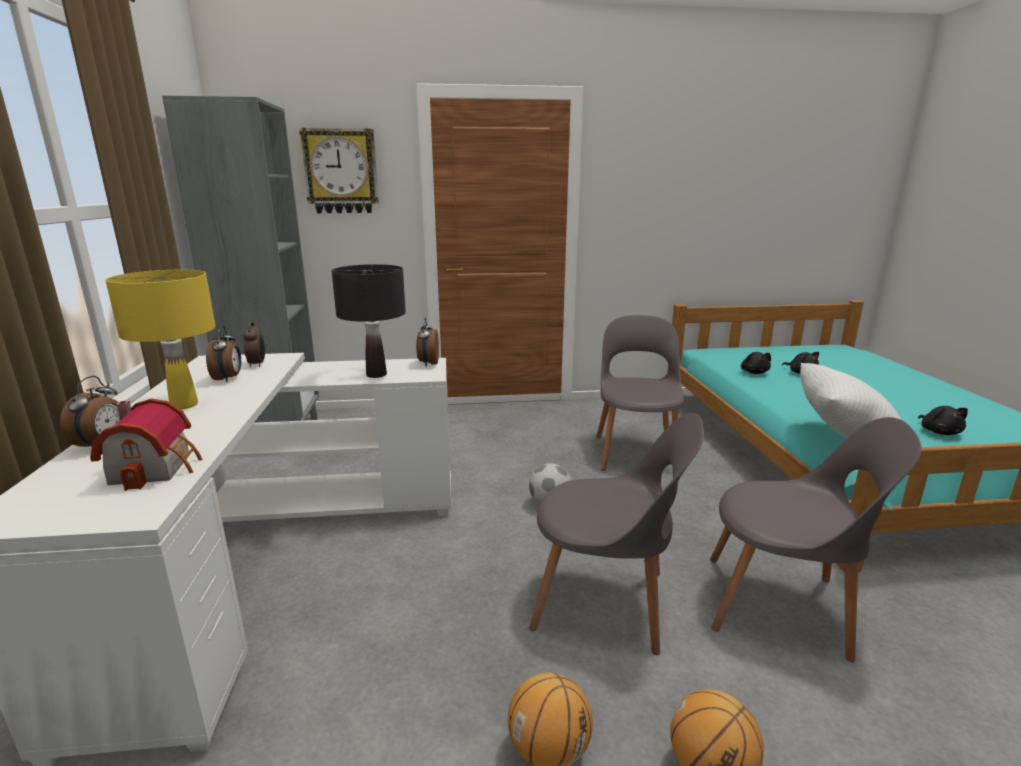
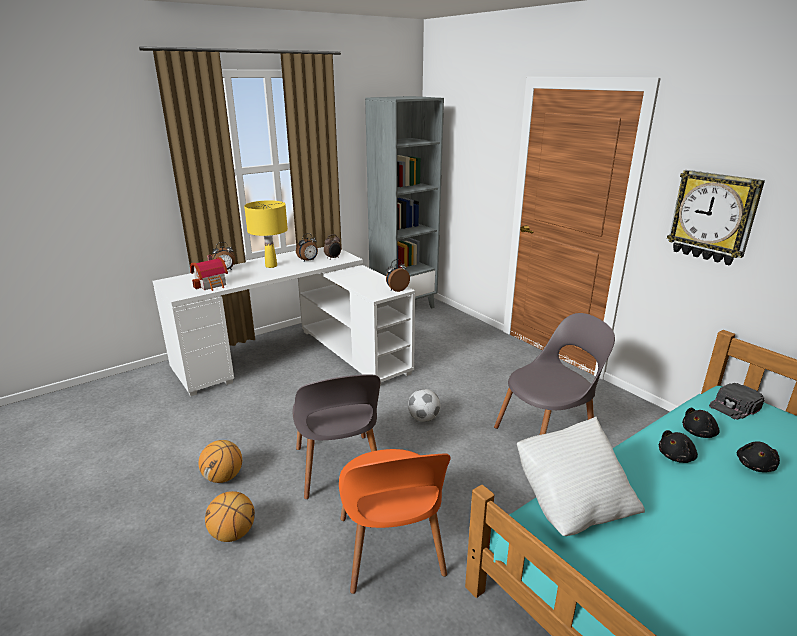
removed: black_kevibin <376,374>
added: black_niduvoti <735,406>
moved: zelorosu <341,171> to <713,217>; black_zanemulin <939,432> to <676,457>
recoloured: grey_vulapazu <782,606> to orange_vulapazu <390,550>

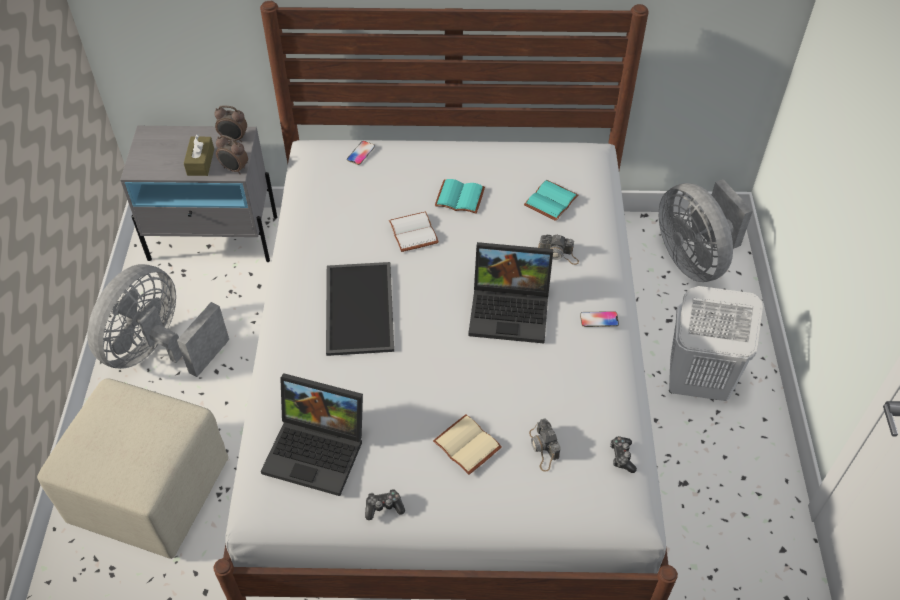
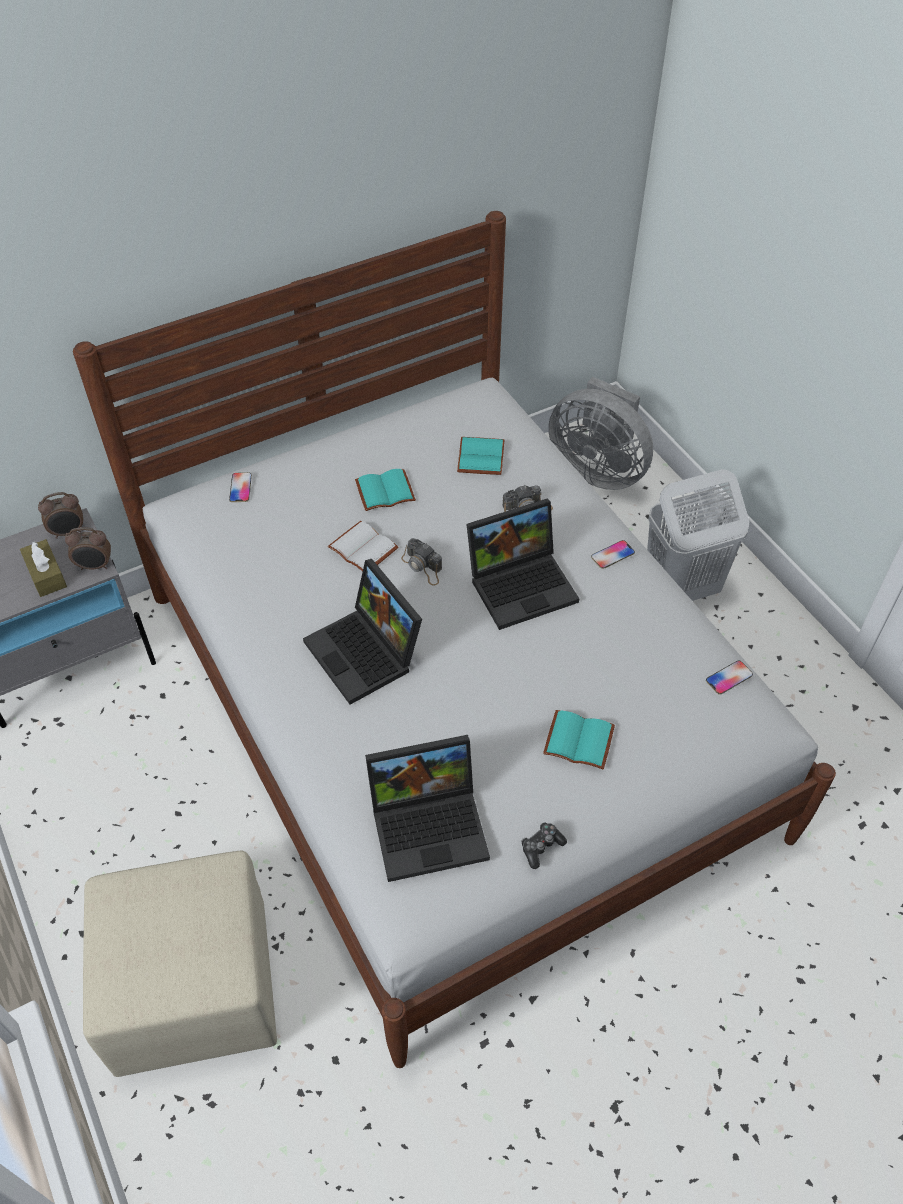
removed: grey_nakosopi <160,351>
moved: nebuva <543,448> to <423,567>
replaced: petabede <361,309> to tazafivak <367,653>; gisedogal <622,456> to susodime <729,678>
recoloured: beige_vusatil <469,445> to turquoise_vusatil <580,739>

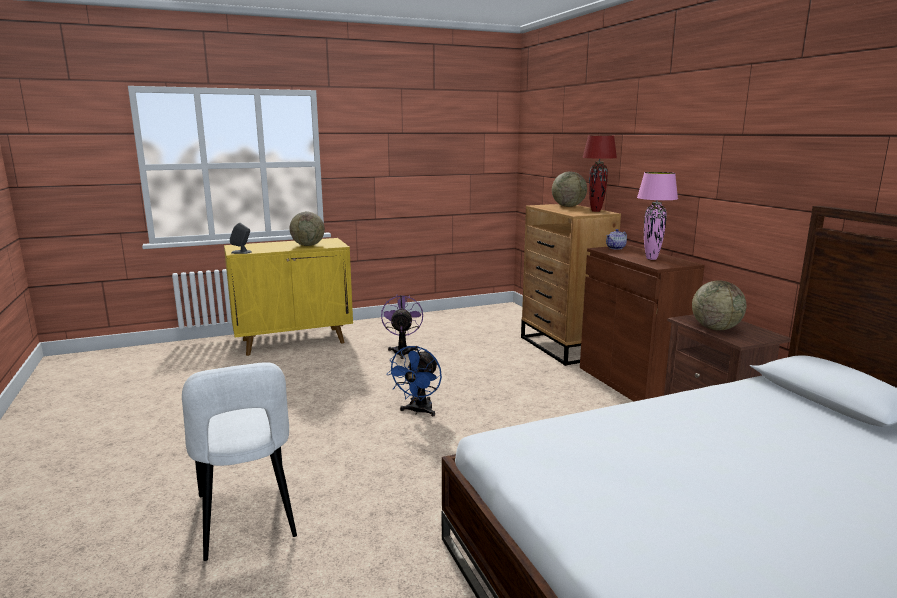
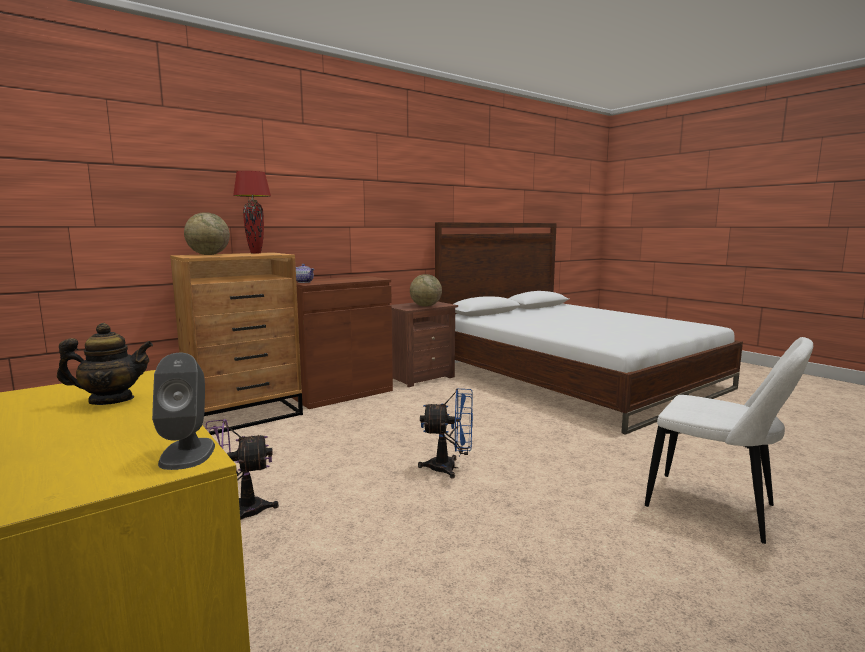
removed: pink_kevibin <651,259>
replaced: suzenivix <308,245> to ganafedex <111,400>
turned: white_vulapazu <247,520> = <716,508> 75 degrees clockwise

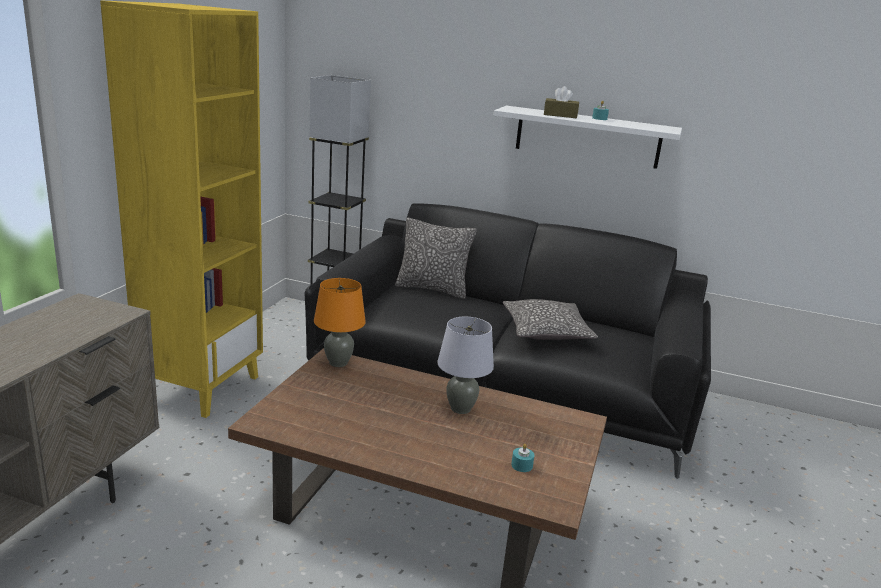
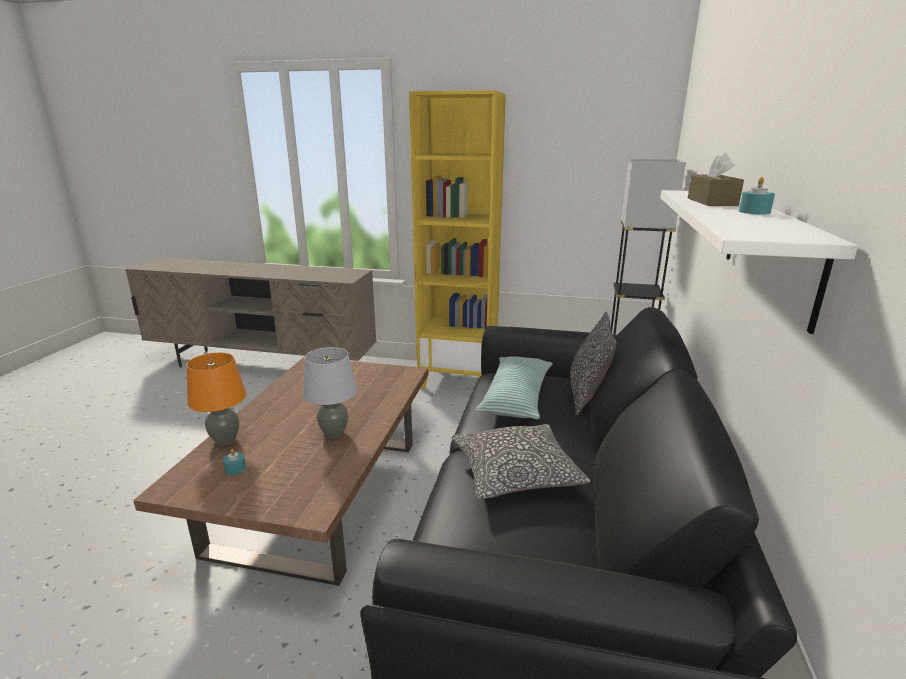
added: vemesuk <516,397>
moved: orange_kevibin <338,362> to <225,440>

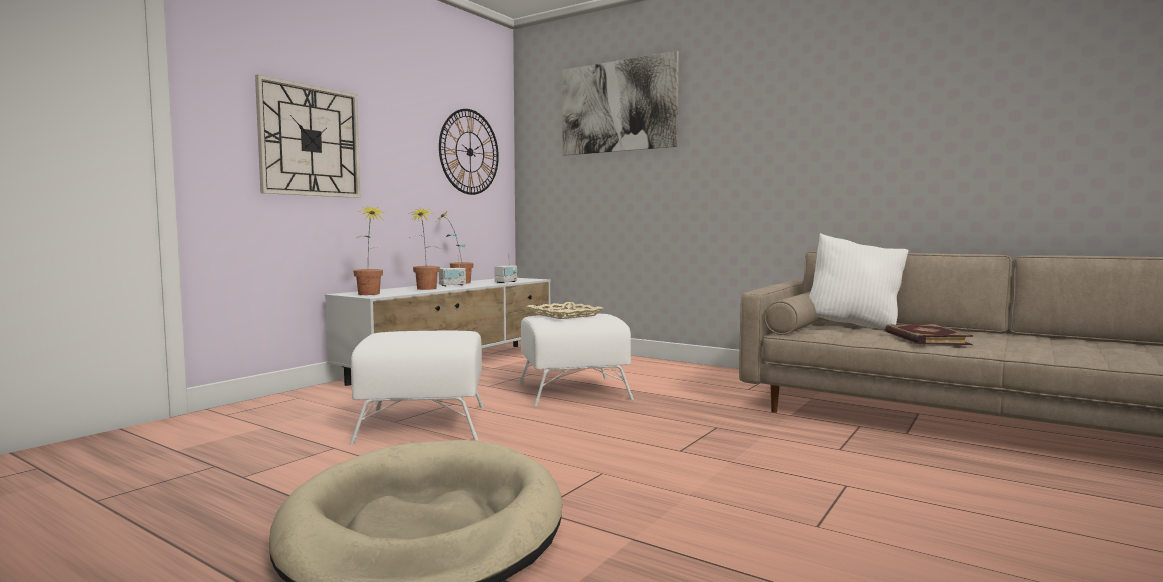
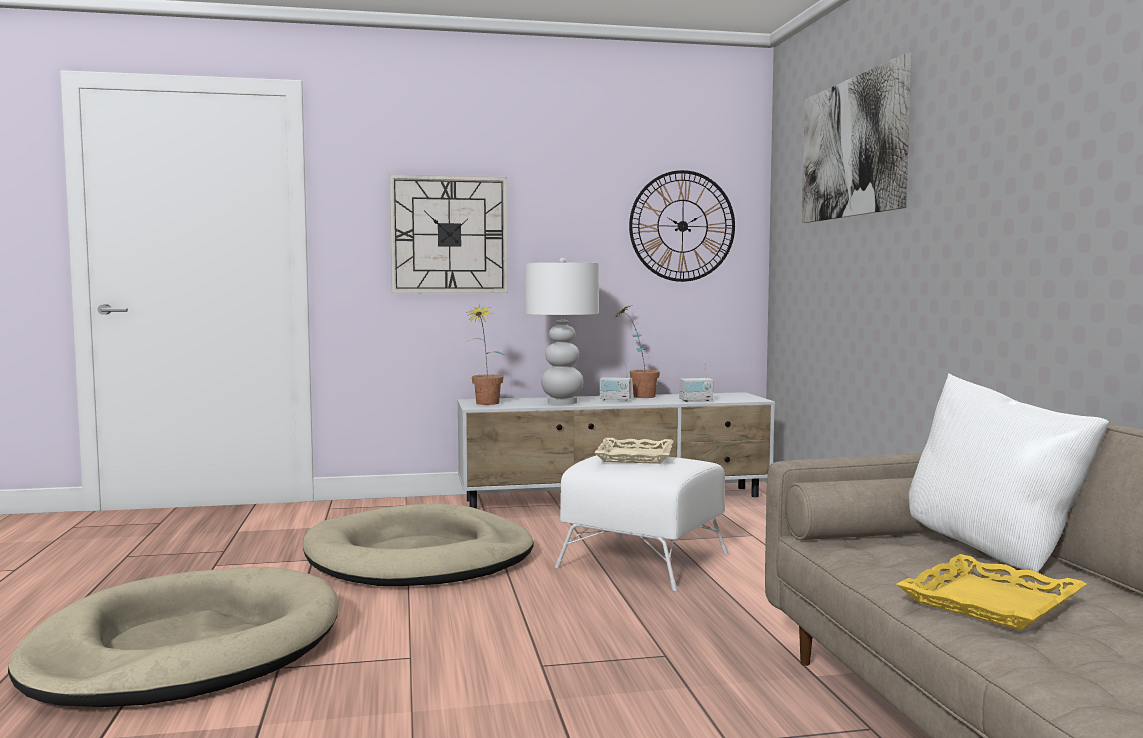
replaced: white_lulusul <424,424> to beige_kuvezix <420,557>; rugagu <425,289> to white_kevibin <562,402>; vusatil <925,338> to yellow_petabede <989,602>

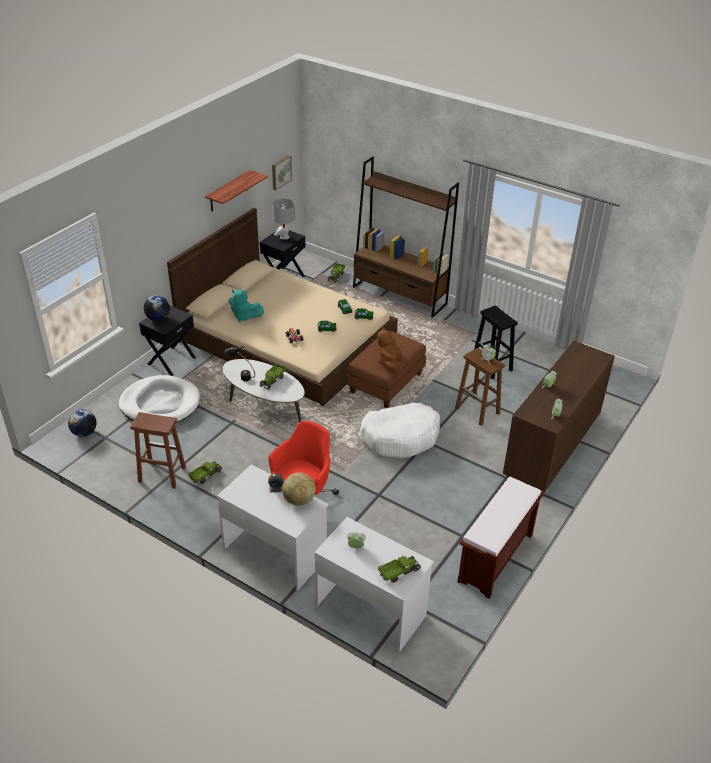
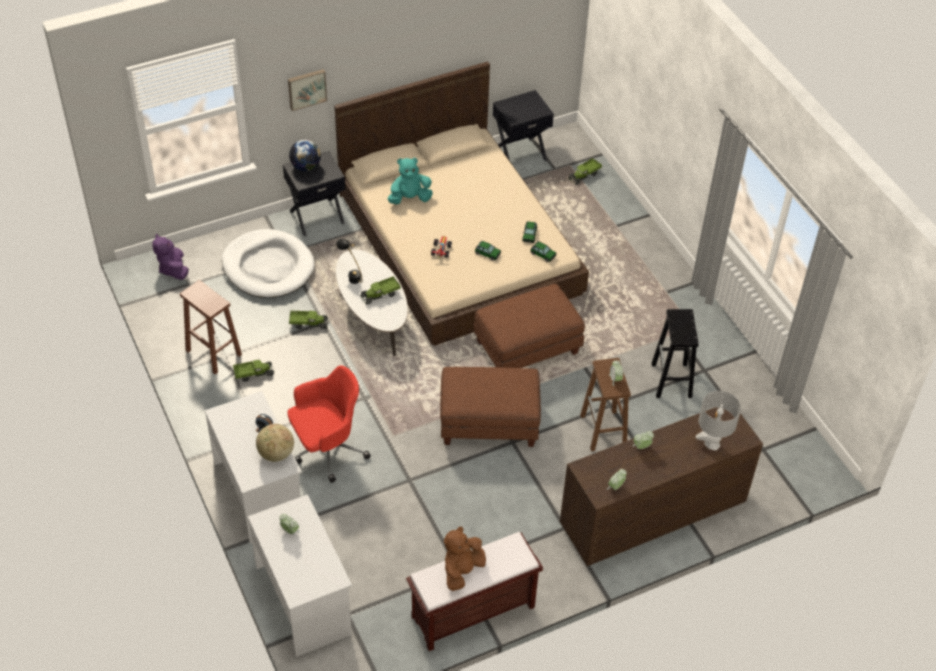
removed: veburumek <228,191>; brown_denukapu <399,296>
moved: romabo <280,172> to <306,88>; grey_kevibin <284,237> to <712,444>; brown_zanemulin <389,362> to <462,570>; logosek <399,572> to <308,324>
replaced: suzenivix <84,433> to purple_zanemulin <173,269>; white_kuvezix <400,437> to brown_lulusul <488,423>
turned: turquoise_zanemulin <244,316> = <409,198> 105 degrees clockwise

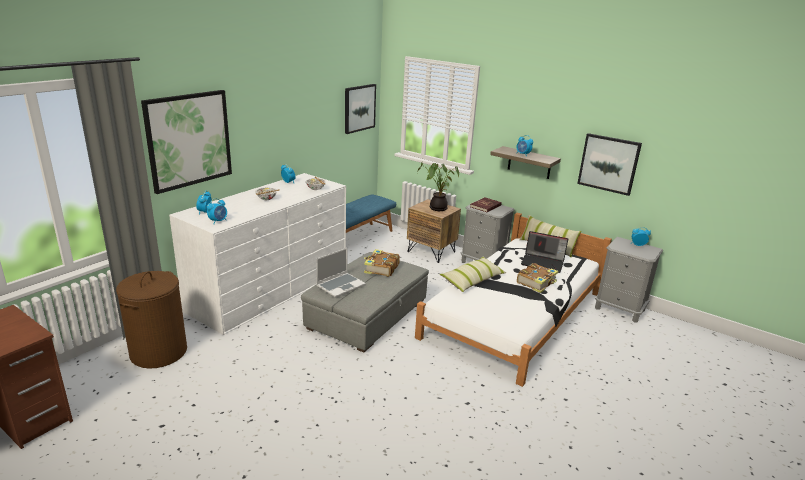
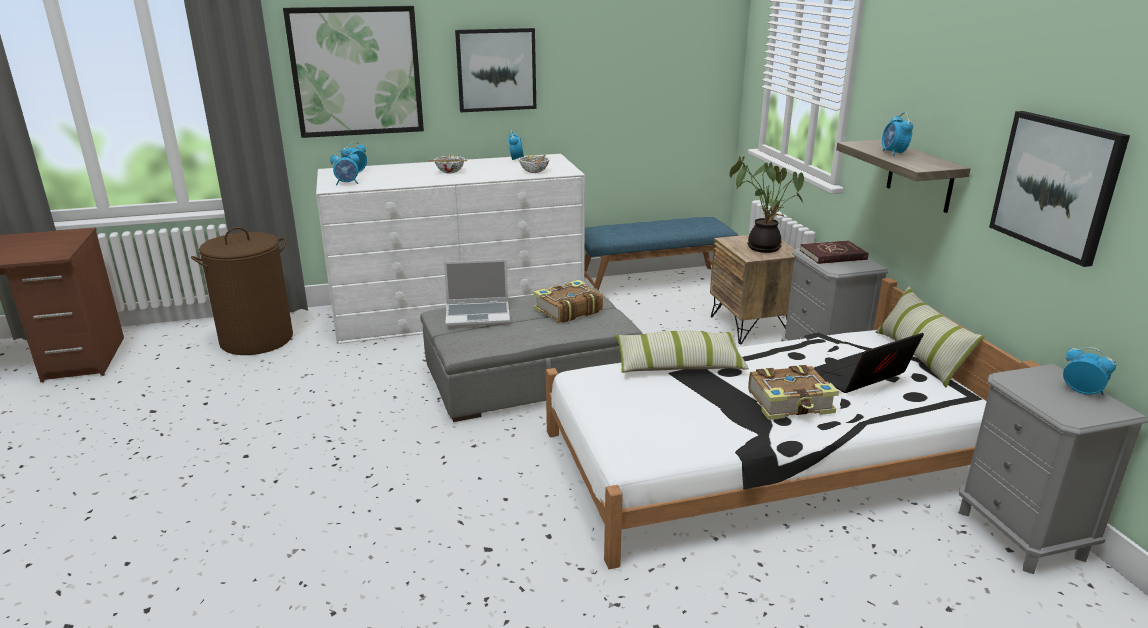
moved: romabo <359,108> to <496,70>
turned: tazafivak <543,262> = <859,377> 90 degrees clockwise

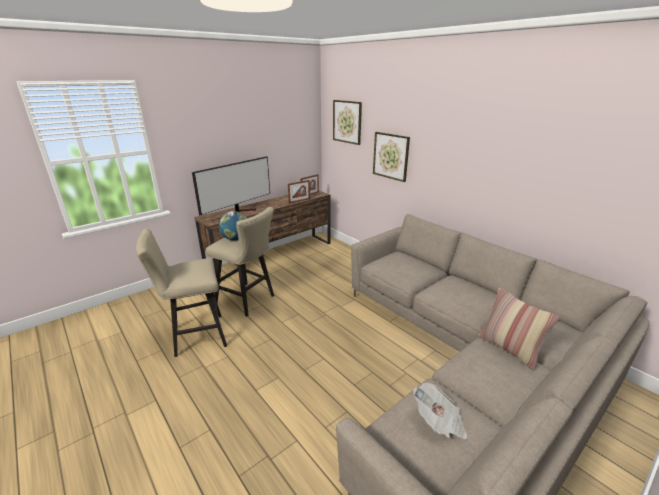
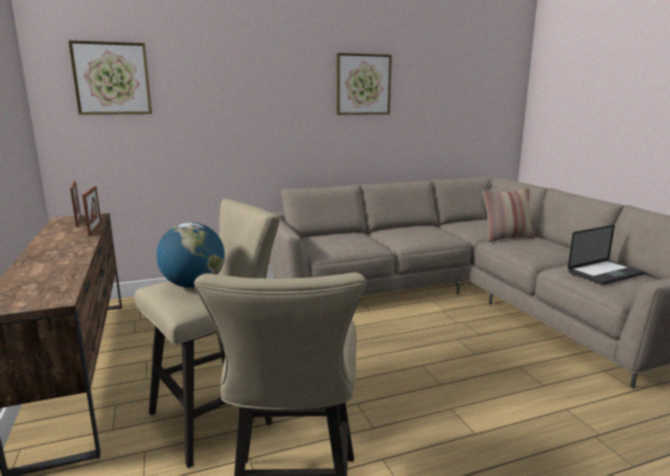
removed: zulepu <241,212>
moved: romabo <391,156> to <363,84>
replaced: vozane <438,421> to tazafivak <605,273>

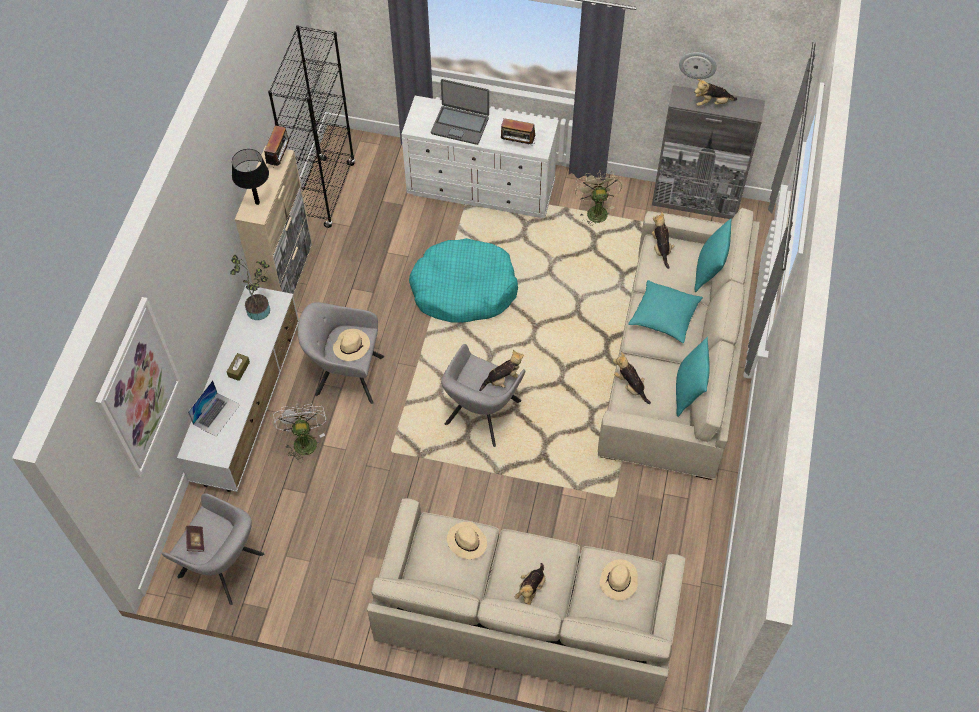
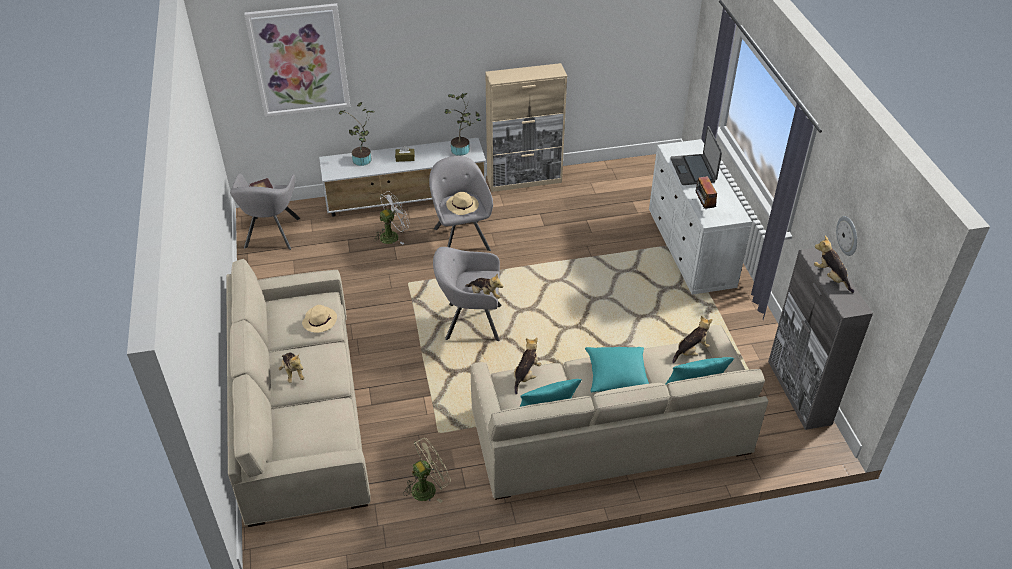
removed: black_kevibin <257,203>; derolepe <279,158>; black_denukapu <325,193>; turquoise_kuvezix <463,289>; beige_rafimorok <619,581>
moved: beige_nakosopi <595,210> to <428,487>
replaced: tazafivak <216,414> to rugagu <362,161>
turned: zanemulin <531,589> = <293,373> 120 degrees counterclockwise

